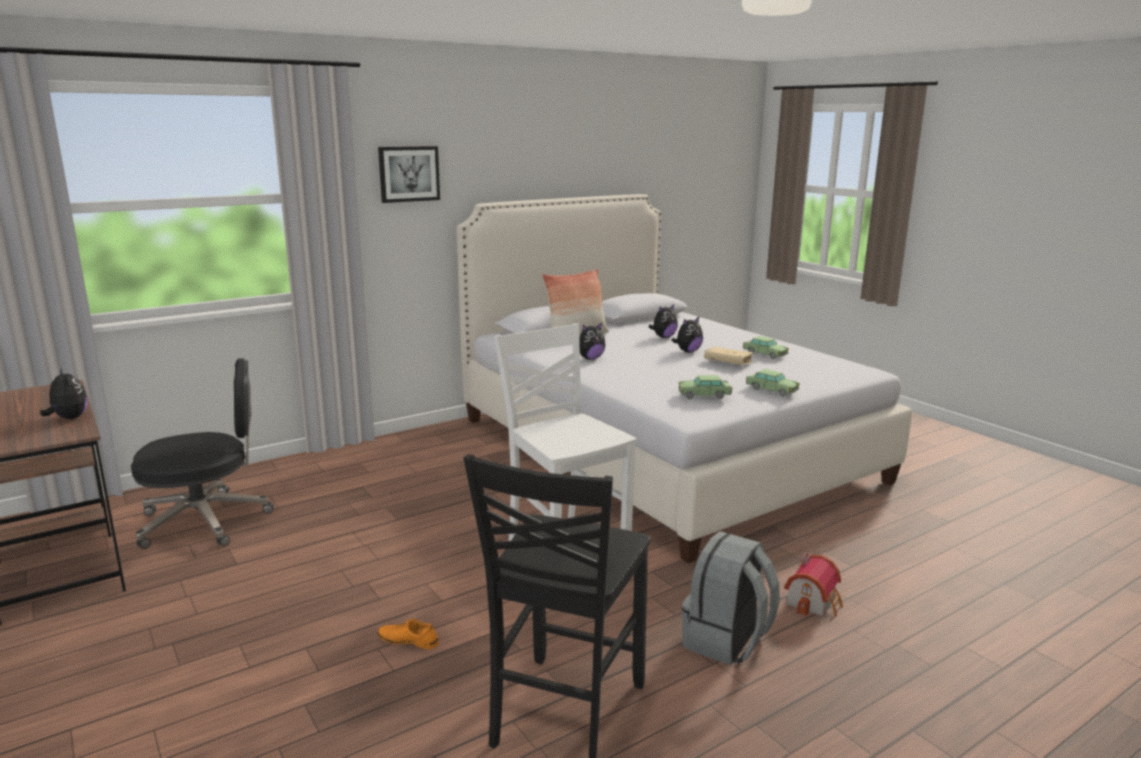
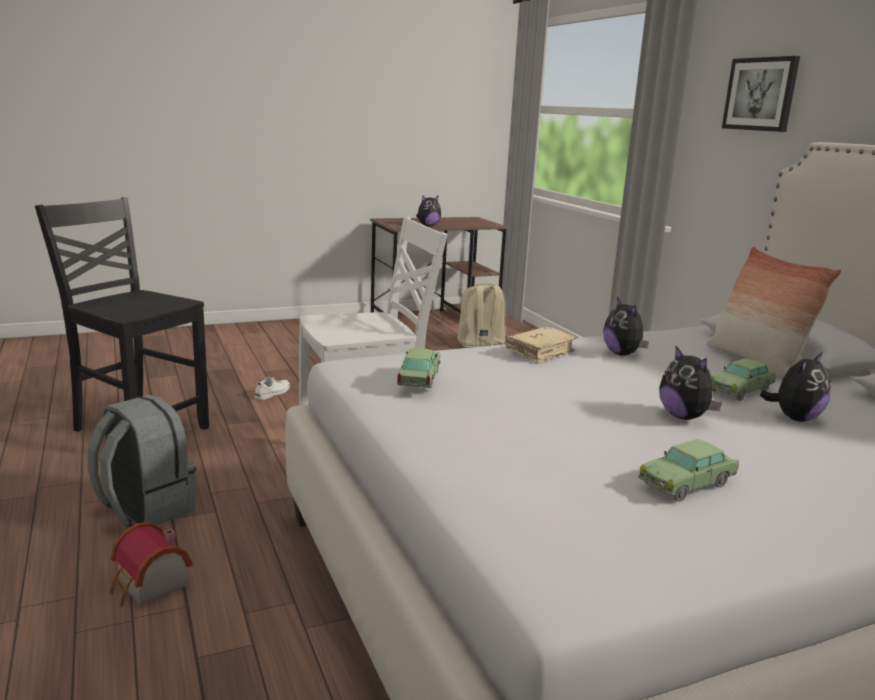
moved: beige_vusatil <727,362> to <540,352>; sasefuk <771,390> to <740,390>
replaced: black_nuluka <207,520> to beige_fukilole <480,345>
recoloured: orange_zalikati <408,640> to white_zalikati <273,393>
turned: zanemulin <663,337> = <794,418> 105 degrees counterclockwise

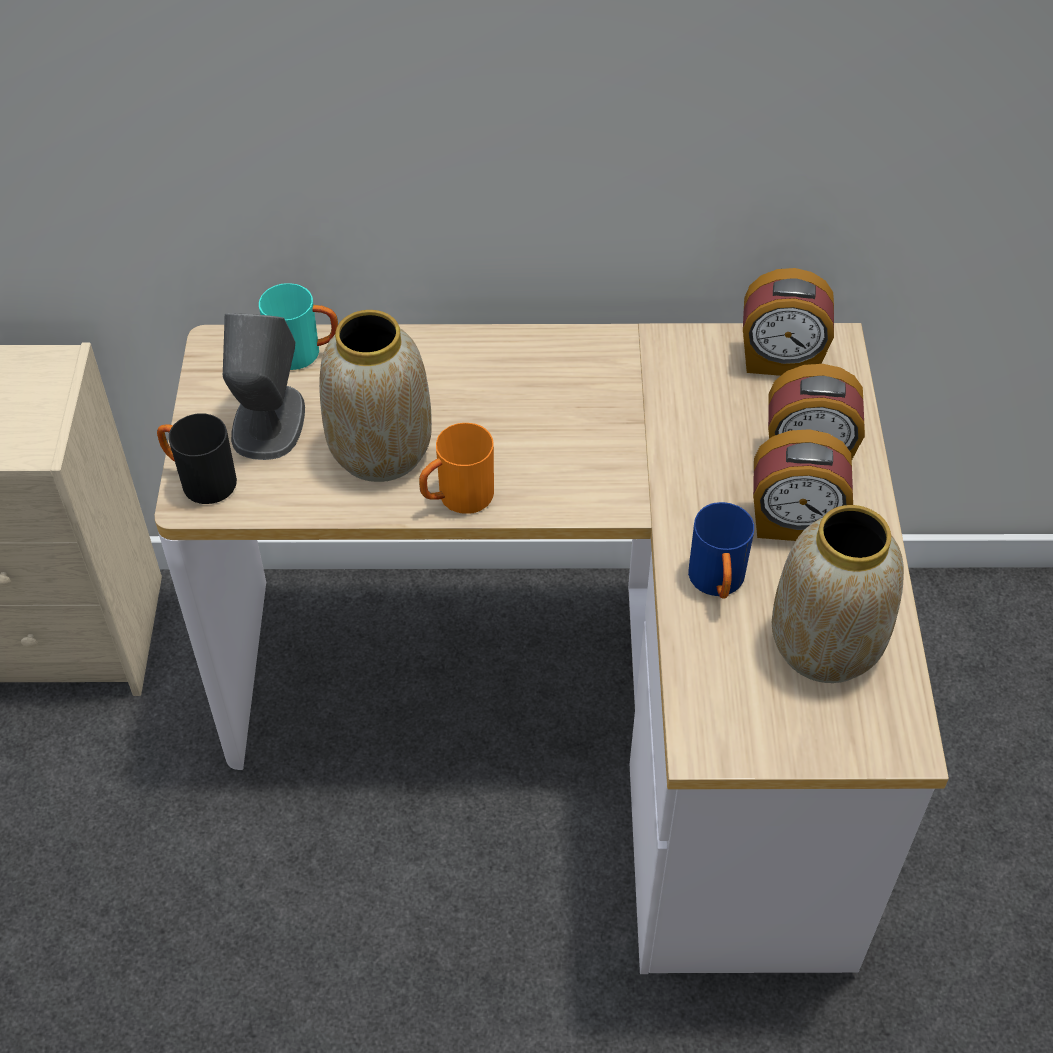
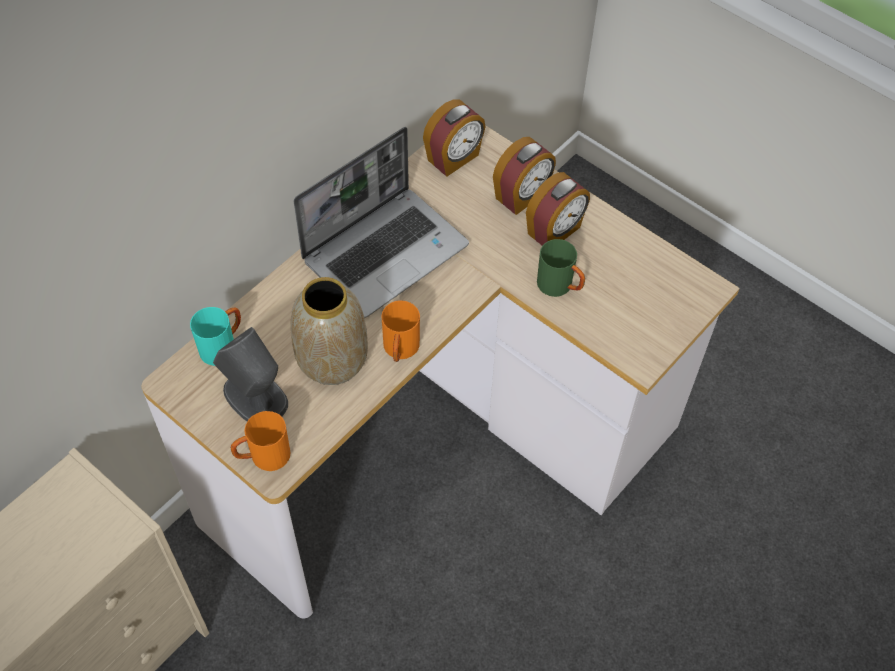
removed: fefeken <824,646>
added: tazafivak <386,251>
recoloured: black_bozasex <199,480> to orange_bozasex <263,457>; blue_bozasex <717,584> to green_bozasex <560,287>

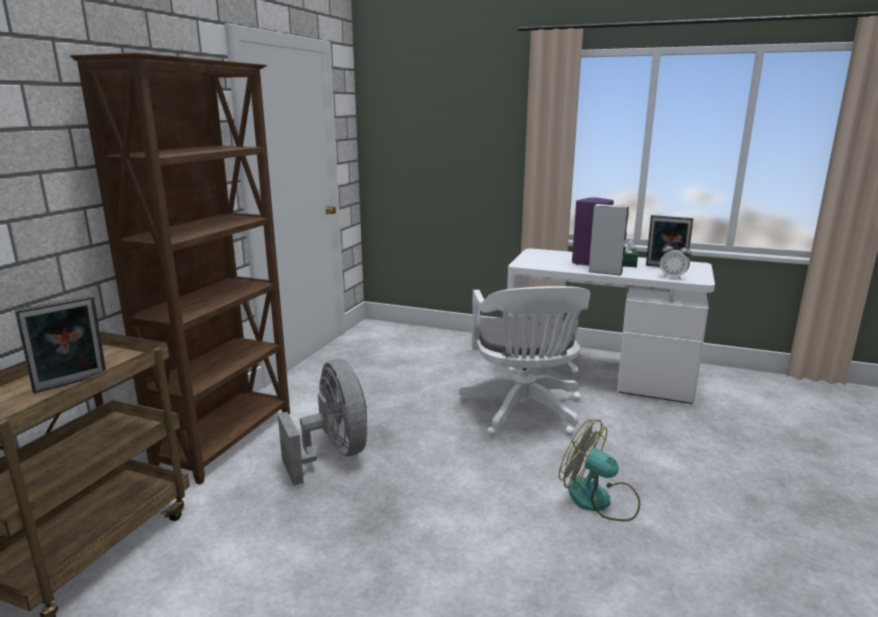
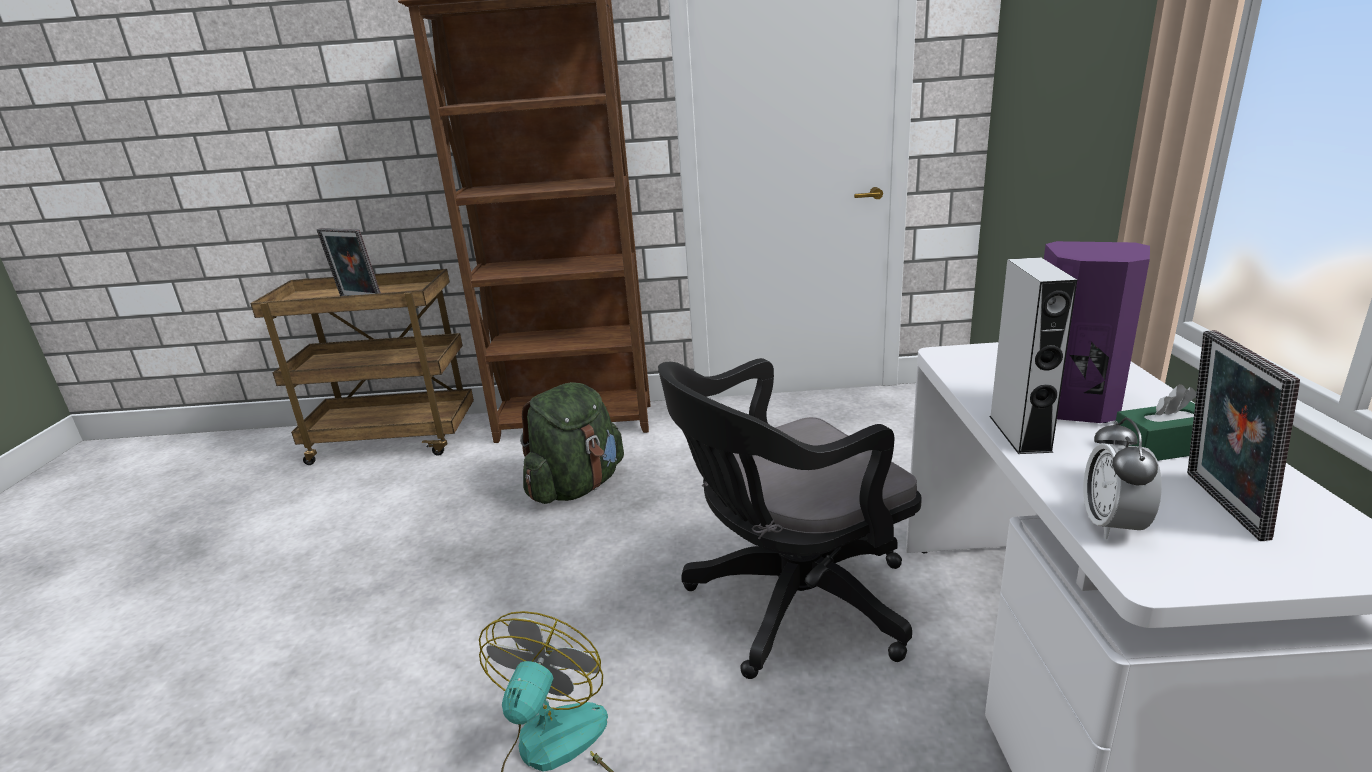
replaced: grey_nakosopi <333,454> to green_fukilole <576,487>
recoloured: white_nuluka <524,413> to black_nuluka <789,605>

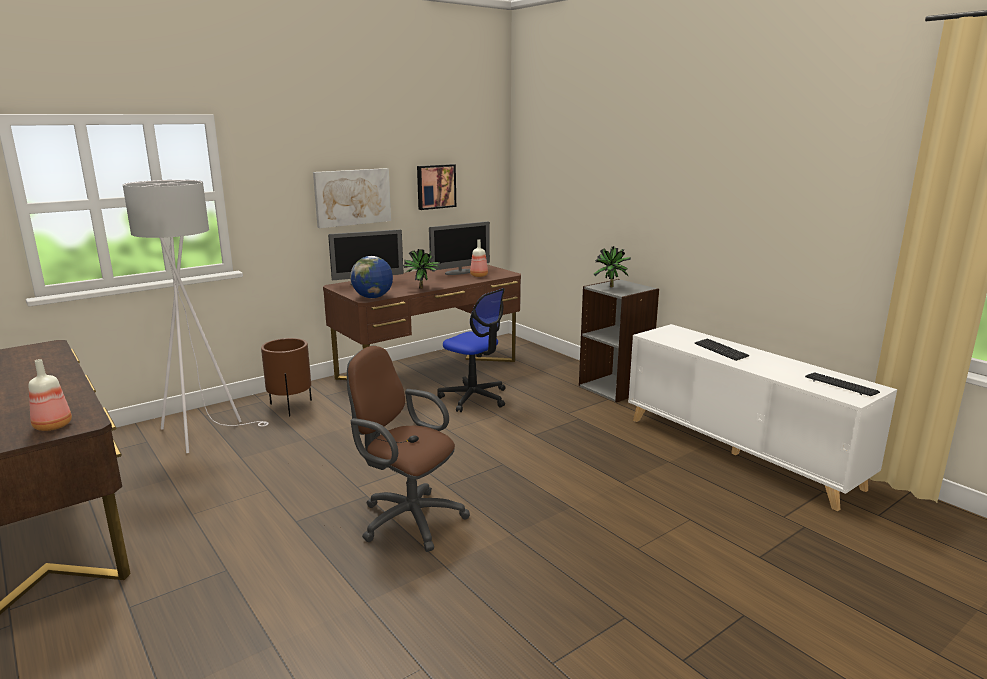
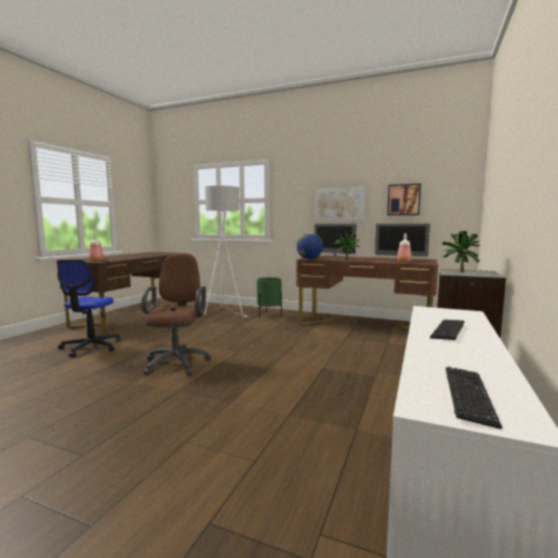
moved: nuluka <474,398> to <91,347>
recoloured: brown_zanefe <290,407> to green_zanefe <269,315>

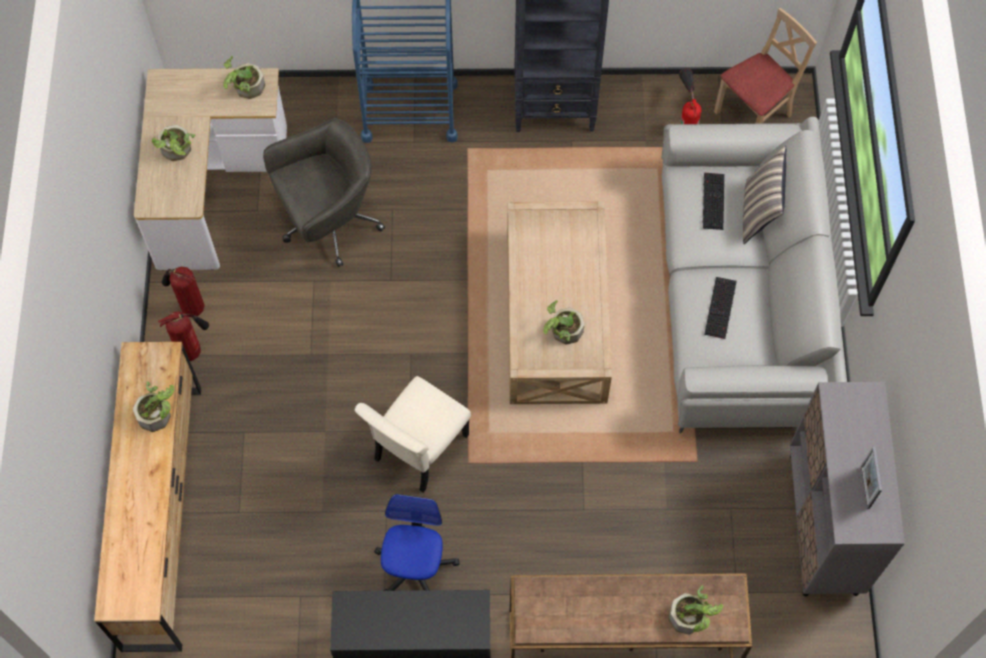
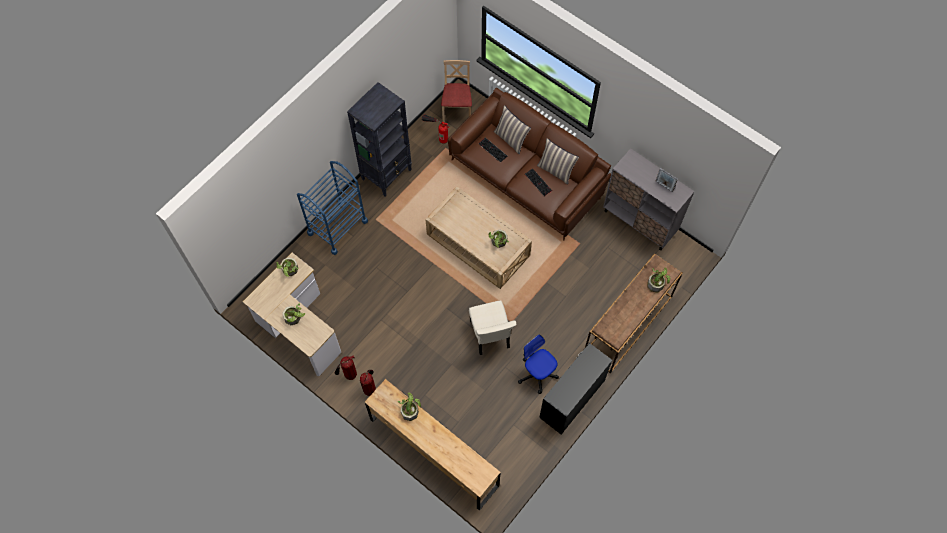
removed: grey_nuluka <329,222>
added: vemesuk <556,170>
recoloured: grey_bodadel <738,297> to brown_bodadel <527,177>

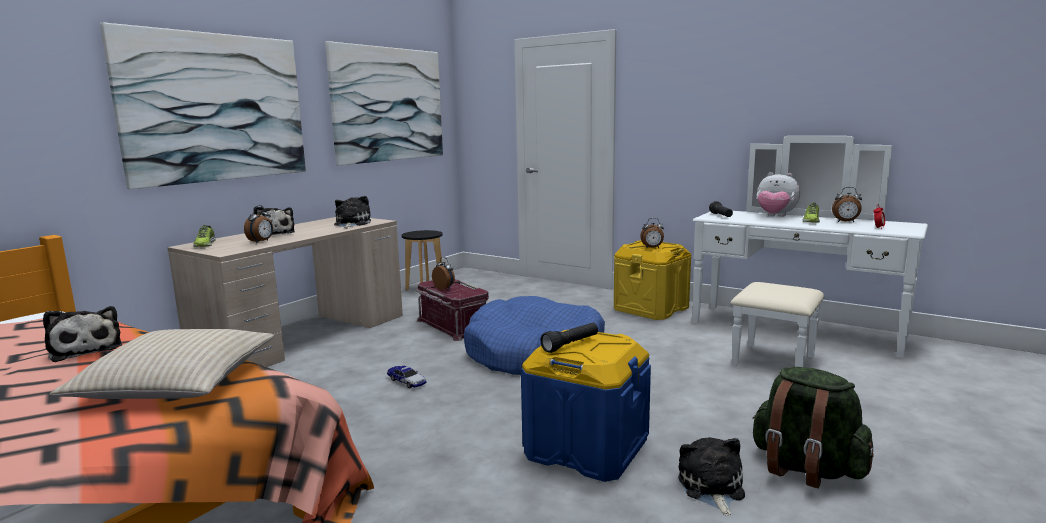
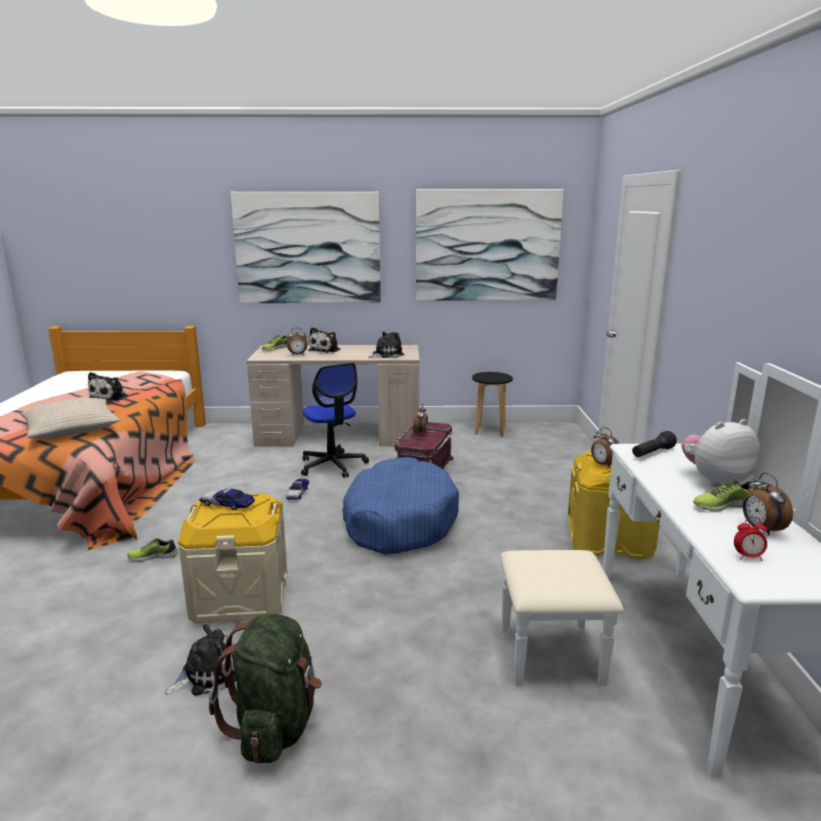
added: zalikati <153,556>; nuluka <332,465>
replaced: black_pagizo <570,345> to sasefuk <227,504>
recoloured: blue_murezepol <586,448> to beige_murezepol <240,596>
turned: zanemulin <775,216> = <714,480> 75 degrees clockwise

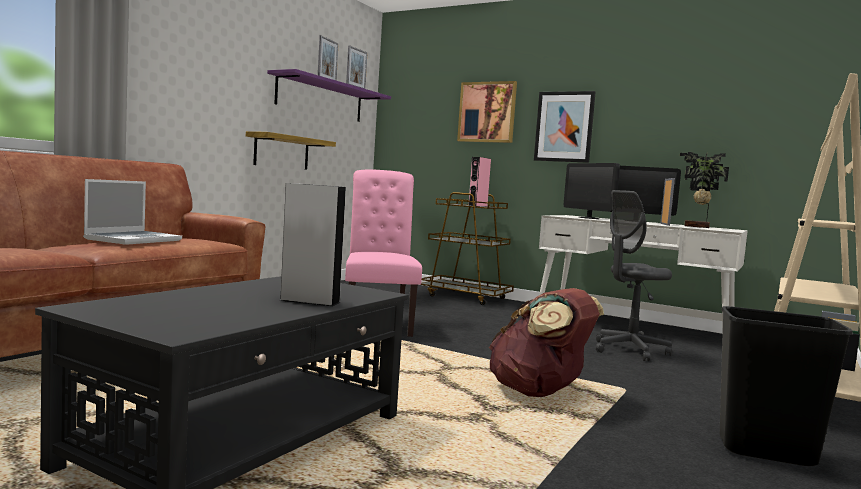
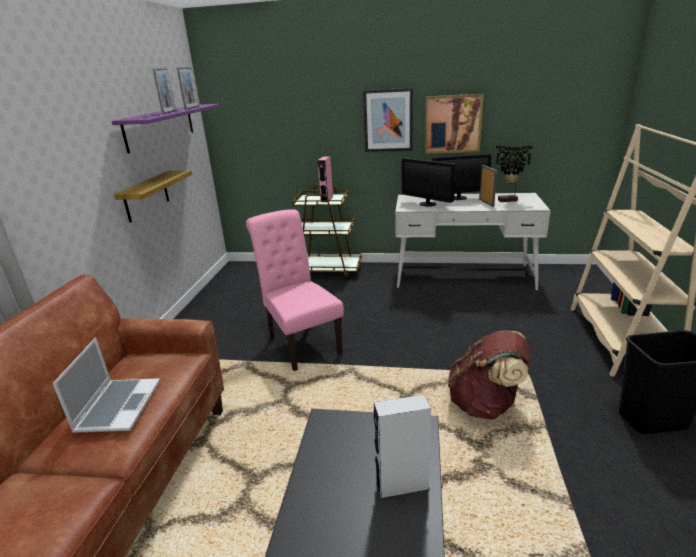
removed: grey_nuluka <629,350>
moved: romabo <487,112> to <452,124>

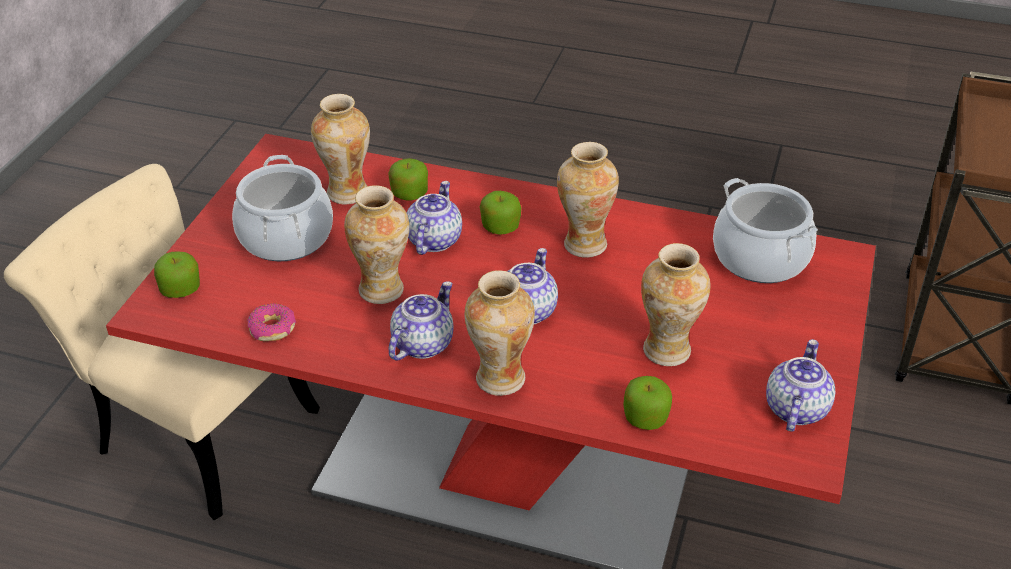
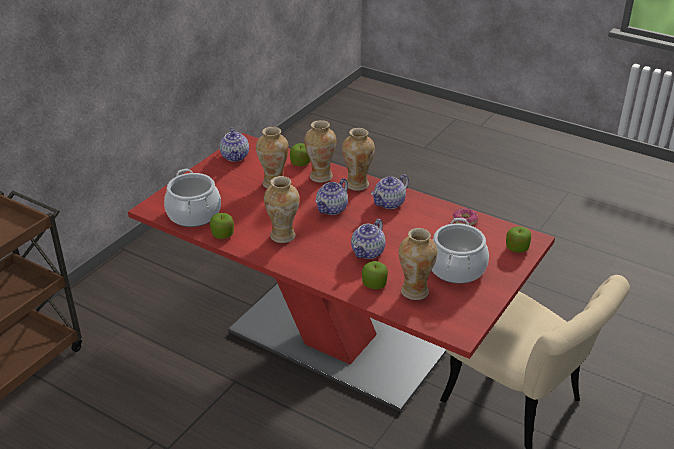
moved: fefeken <382,290> to <320,176>; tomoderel <500,227> to <222,234>
turned: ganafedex <795,408> = <235,156> 45 degrees counterclockwise

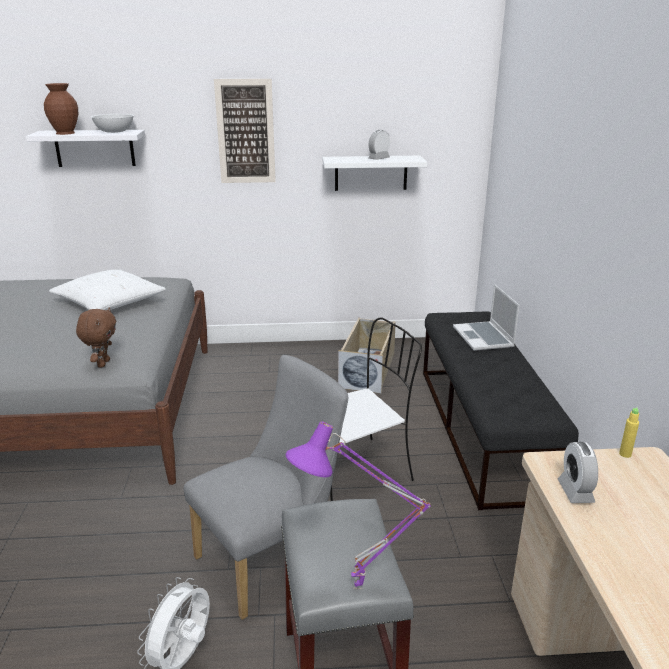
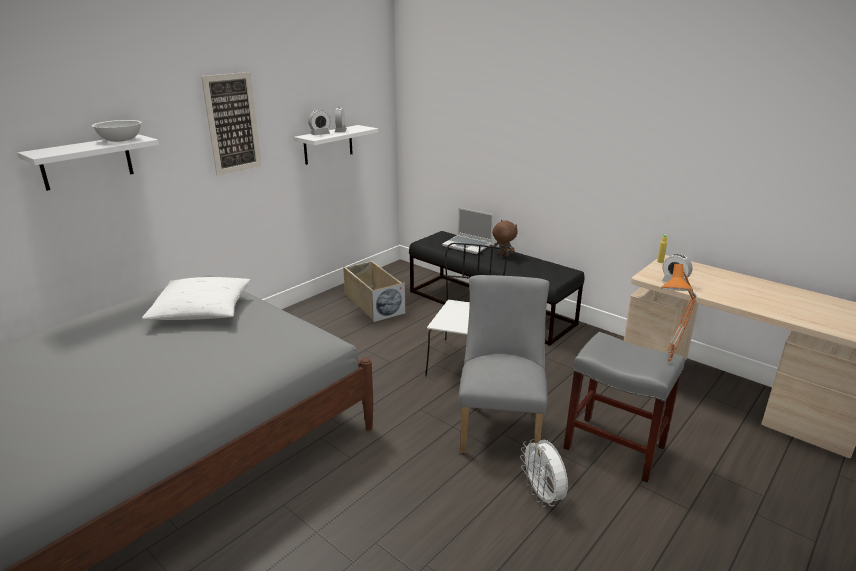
removed: brown_fefeken <65,133>
added: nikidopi <320,134>
moved: brown_zanemulin <102,363> to <503,255>
recoloured: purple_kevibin <357,591> to orange_kevibin <671,363>

